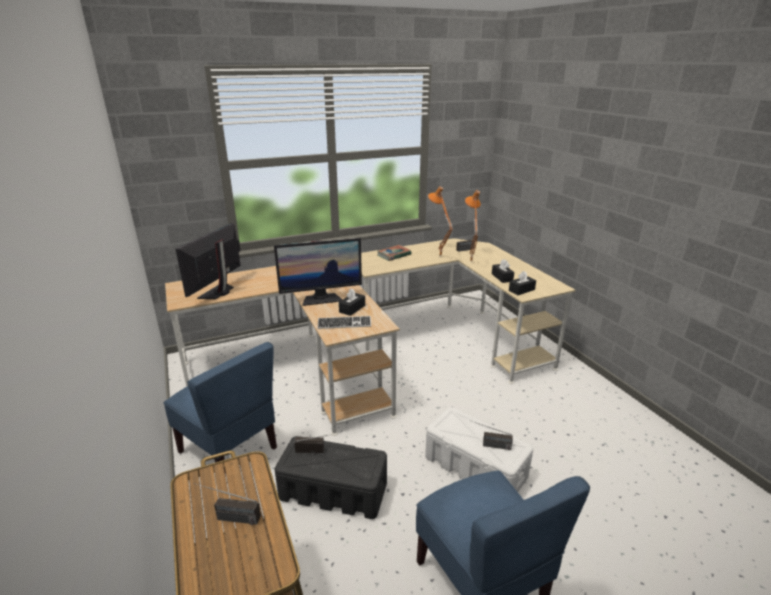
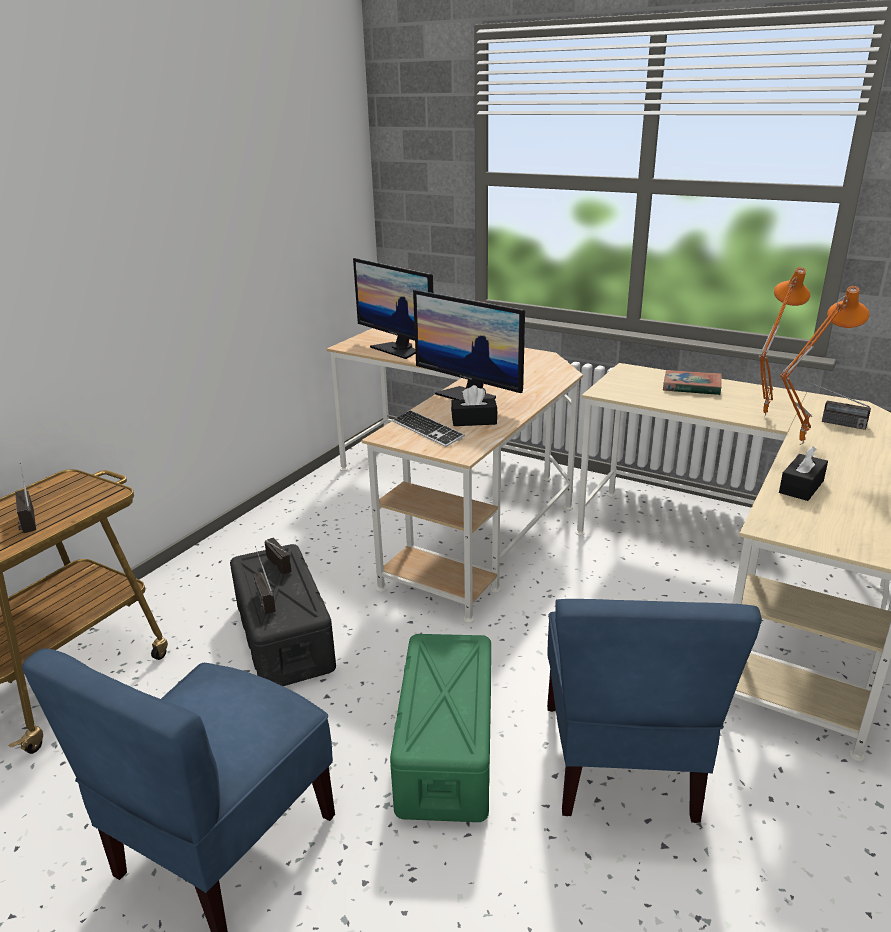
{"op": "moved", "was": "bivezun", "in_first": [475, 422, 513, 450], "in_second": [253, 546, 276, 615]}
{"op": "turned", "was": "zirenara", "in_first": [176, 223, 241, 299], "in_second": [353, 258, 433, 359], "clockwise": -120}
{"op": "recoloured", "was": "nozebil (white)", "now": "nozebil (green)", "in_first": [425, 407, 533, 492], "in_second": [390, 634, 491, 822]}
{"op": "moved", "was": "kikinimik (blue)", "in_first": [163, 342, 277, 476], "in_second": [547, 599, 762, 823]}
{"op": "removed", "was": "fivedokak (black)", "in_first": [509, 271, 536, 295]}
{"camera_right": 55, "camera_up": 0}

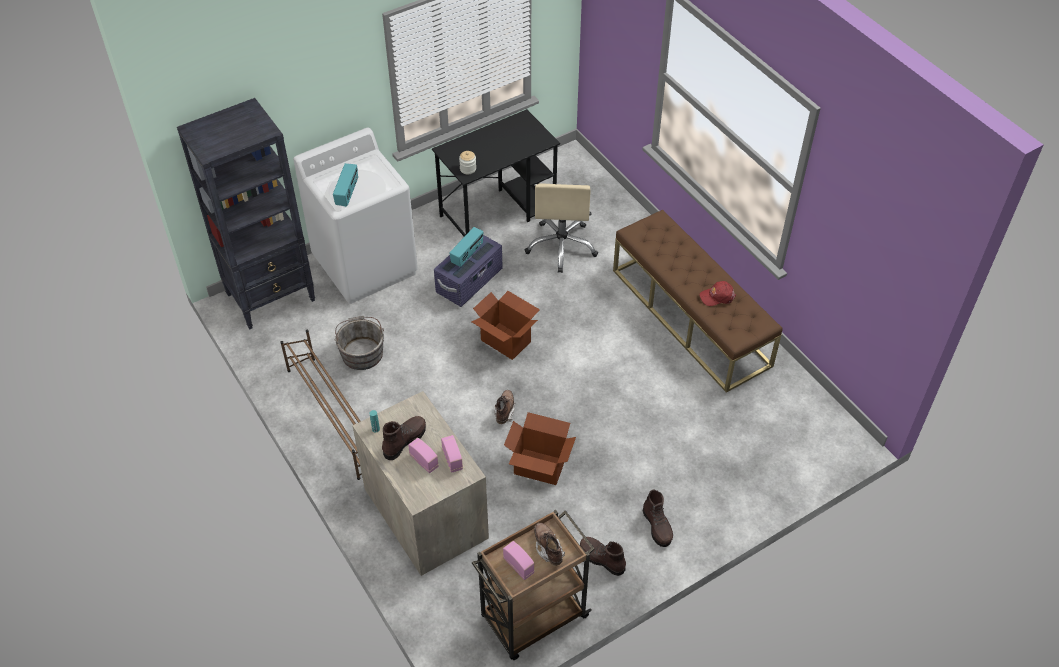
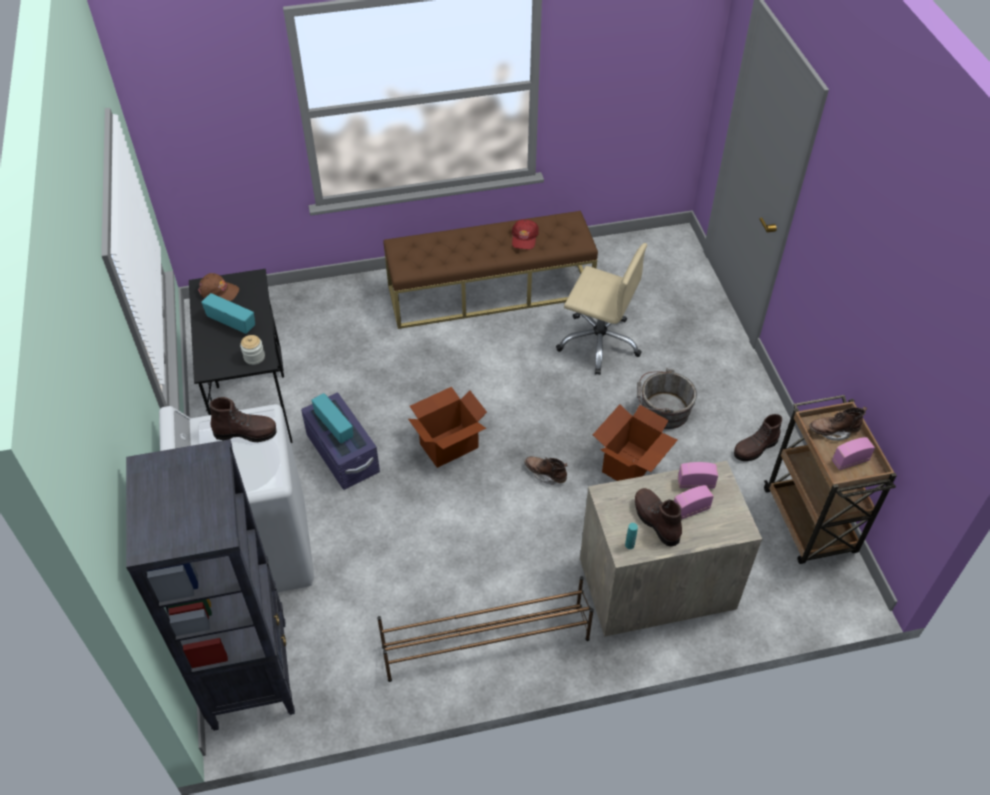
{"op": "added", "now": "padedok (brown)", "in_second": [198, 273, 239, 301]}
{"op": "moved", "was": "bivezun", "in_first": [333, 163, 358, 207], "in_second": [201, 293, 255, 334]}
{"op": "moved", "was": "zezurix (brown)", "in_first": [643, 490, 673, 547], "in_second": [209, 397, 277, 442]}
{"op": "moved", "was": "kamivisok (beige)", "in_first": [525, 183, 598, 273], "in_second": [556, 243, 647, 375]}
{"op": "moved", "was": "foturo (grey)", "in_first": [335, 316, 384, 370], "in_second": [637, 368, 697, 429]}
{"camera_right": -70, "camera_up": 0}

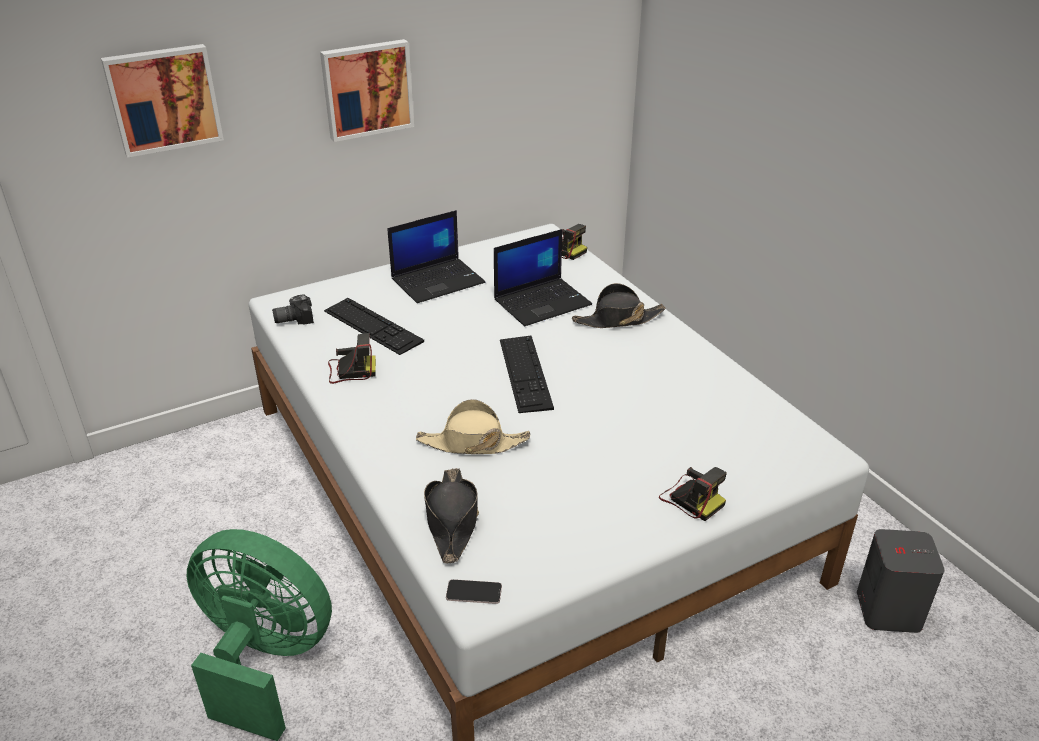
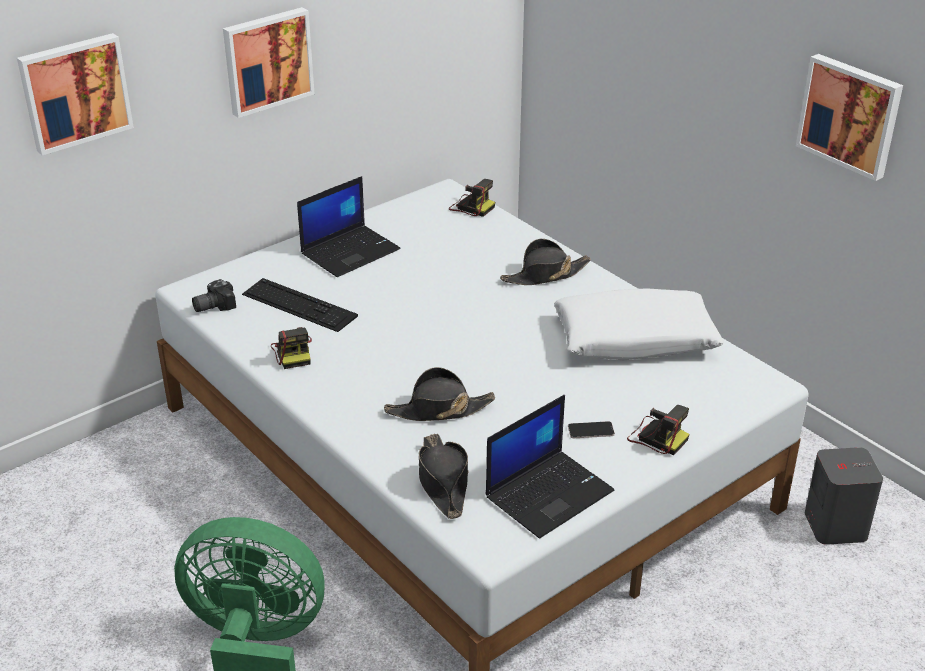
{"op": "turned", "was": "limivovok", "in_first": [328, 333, 376, 384], "in_second": [271, 327, 312, 369], "clockwise": 90}
{"op": "recoloured", "was": "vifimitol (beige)", "now": "vifimitol (black)", "in_first": [416, 399, 530, 454], "in_second": [384, 367, 495, 421]}
{"op": "moved", "was": "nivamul", "in_first": [494, 229, 592, 326], "in_second": [486, 395, 614, 539]}
{"op": "added", "now": "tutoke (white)", "in_second": [554, 288, 724, 360]}
{"op": "moved", "was": "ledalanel", "in_first": [446, 579, 502, 604], "in_second": [568, 421, 615, 438]}
{"op": "added", "now": "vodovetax", "in_second": [796, 54, 903, 181]}
{"op": "removed", "was": "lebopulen", "in_first": [500, 336, 554, 413]}
{"camera_right": -10, "camera_up": 0}

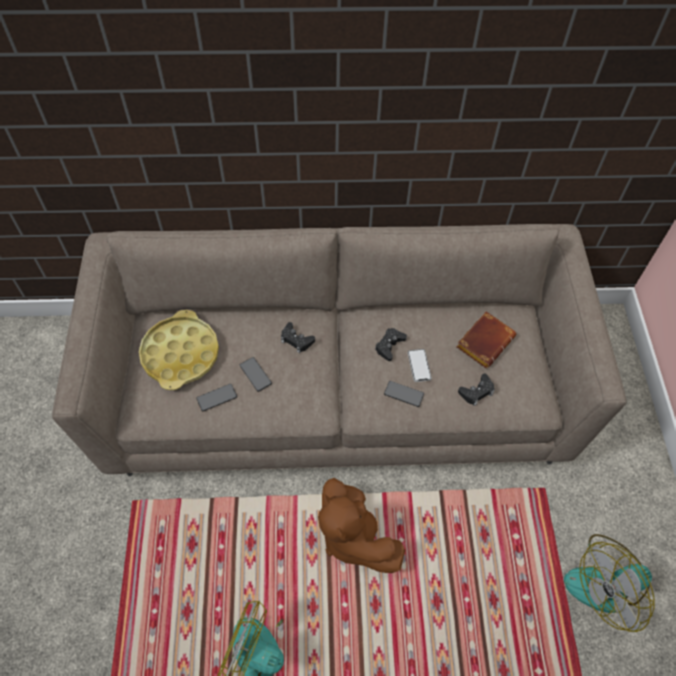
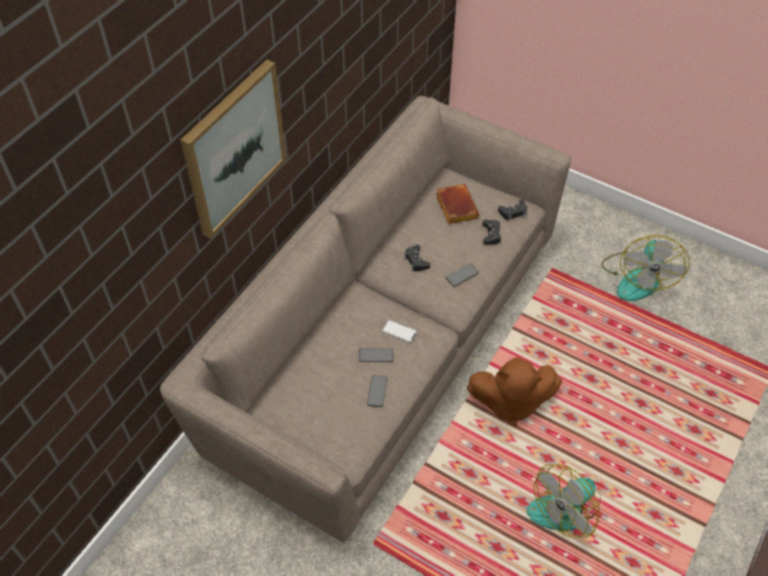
{"op": "added", "now": "vodovetax", "in_second": [180, 59, 286, 239]}
{"op": "moved", "was": "ledalanel", "in_first": [408, 349, 432, 382], "in_second": [382, 320, 417, 343]}
{"op": "moved", "was": "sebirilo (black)", "in_first": [281, 322, 315, 353], "in_second": [498, 200, 527, 222]}
{"op": "removed", "was": "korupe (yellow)", "in_first": [139, 310, 219, 390]}
{"camera_right": -55, "camera_up": -5}

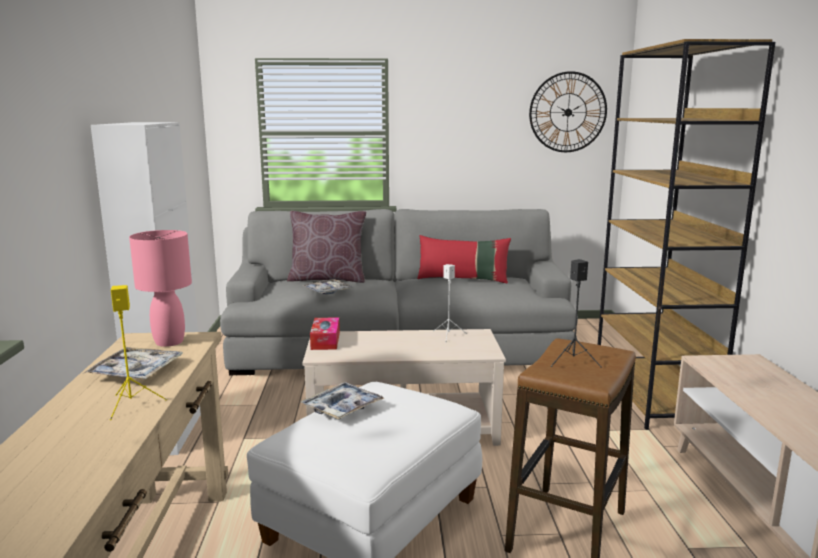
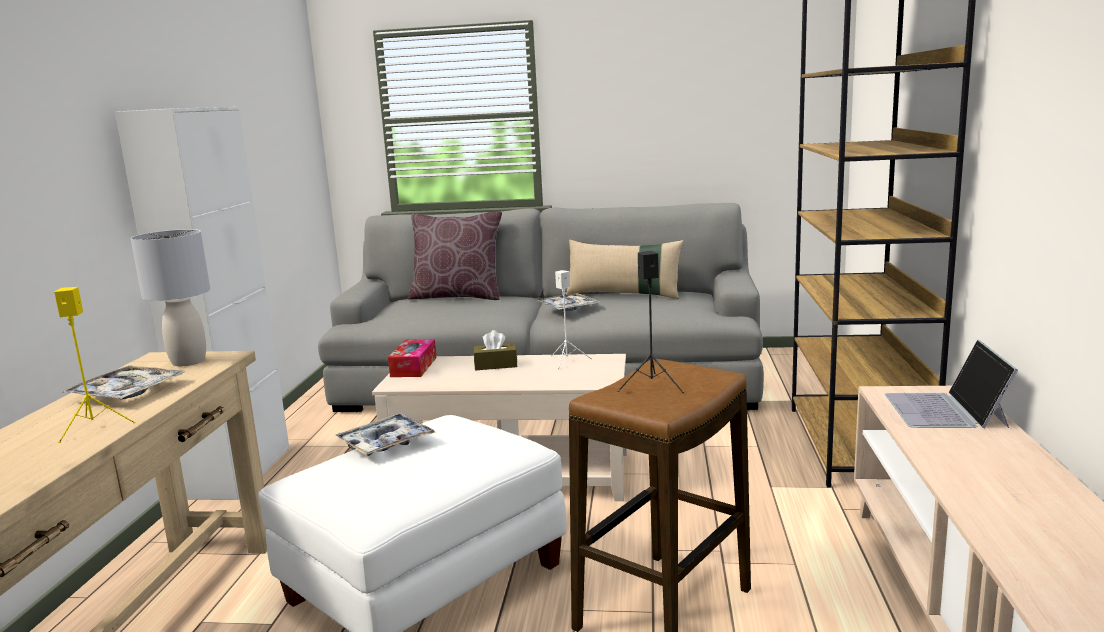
{"op": "recoloured", "was": "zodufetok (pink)", "now": "zodufetok (grey)", "in_first": [129, 230, 192, 347], "in_second": [131, 229, 210, 366]}
{"op": "added", "now": "fivedokak (brown)", "in_second": [474, 330, 517, 370]}
{"op": "moved", "was": "korupe", "in_first": [302, 279, 354, 294], "in_second": [537, 293, 601, 311]}
{"op": "recoloured", "was": "tutoke (red)", "now": "tutoke (beige)", "in_first": [417, 235, 511, 283], "in_second": [566, 240, 684, 299]}
{"op": "added", "now": "nivamul", "in_second": [885, 339, 1018, 429]}
{"op": "removed", "was": "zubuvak", "in_first": [529, 71, 607, 152]}
{"camera_right": 10, "camera_up": 0}

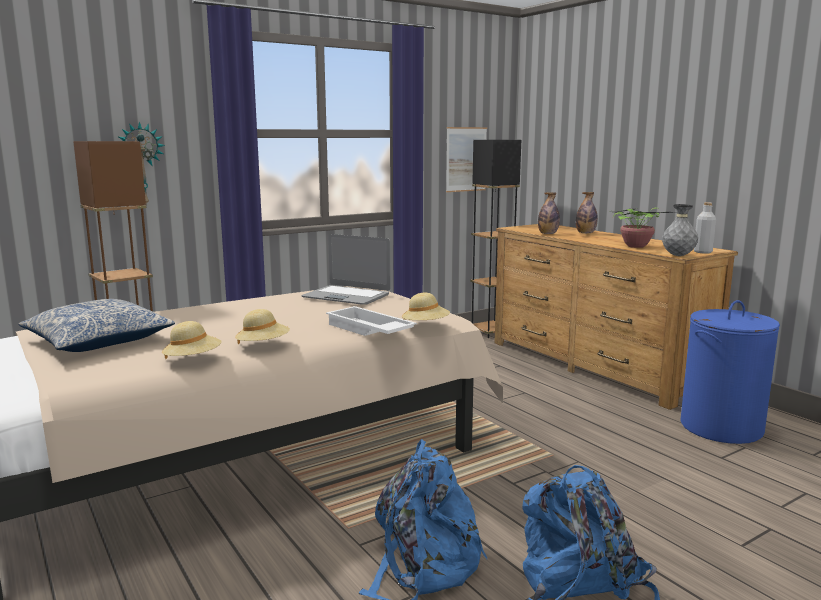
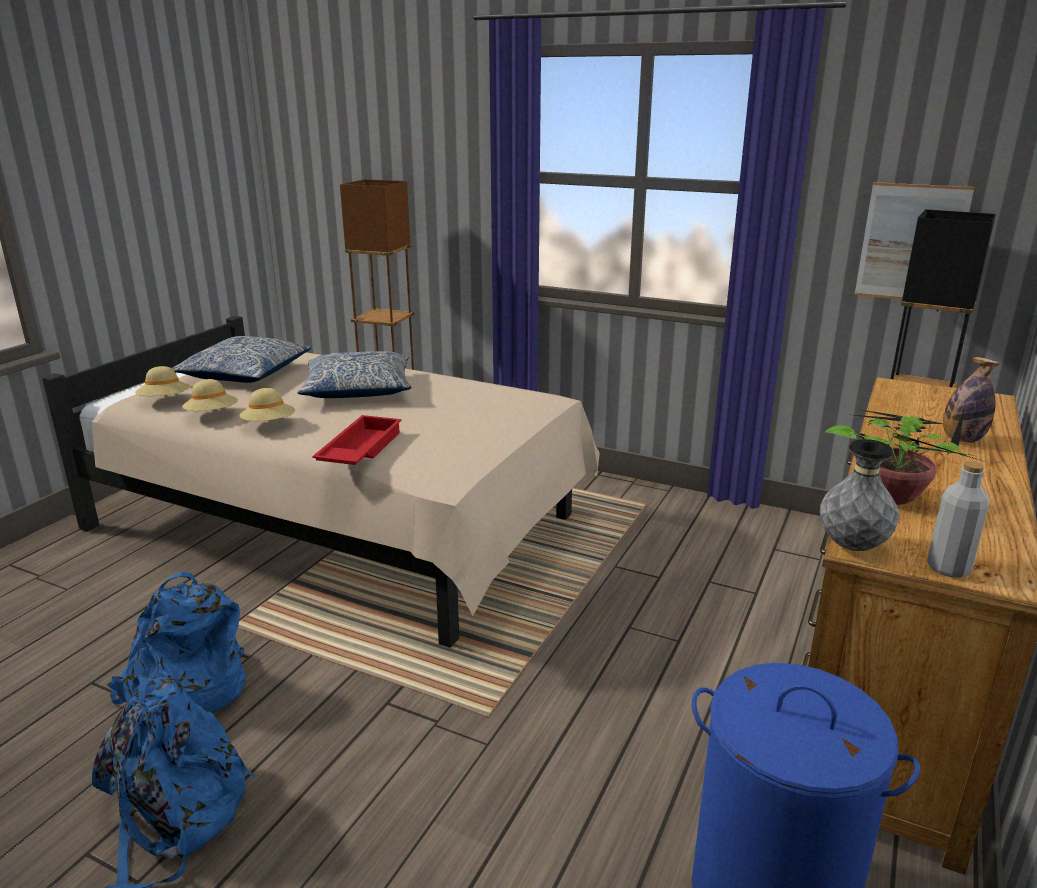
{"op": "moved", "was": "vifimitol (beige)", "in_first": [402, 293, 450, 320], "in_second": [135, 366, 190, 396]}
{"op": "added", "now": "tutoke", "in_second": [297, 351, 412, 398]}
{"op": "recoloured", "was": "korupe (white)", "now": "korupe (red)", "in_first": [326, 306, 417, 336], "in_second": [312, 415, 402, 465]}
{"op": "removed", "was": "zubuvak", "in_first": [117, 122, 165, 206]}
{"op": "removed", "was": "nivamul", "in_first": [301, 234, 391, 305]}
{"op": "removed", "was": "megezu", "in_first": [538, 192, 560, 234]}
{"camera_right": 60, "camera_up": 10}

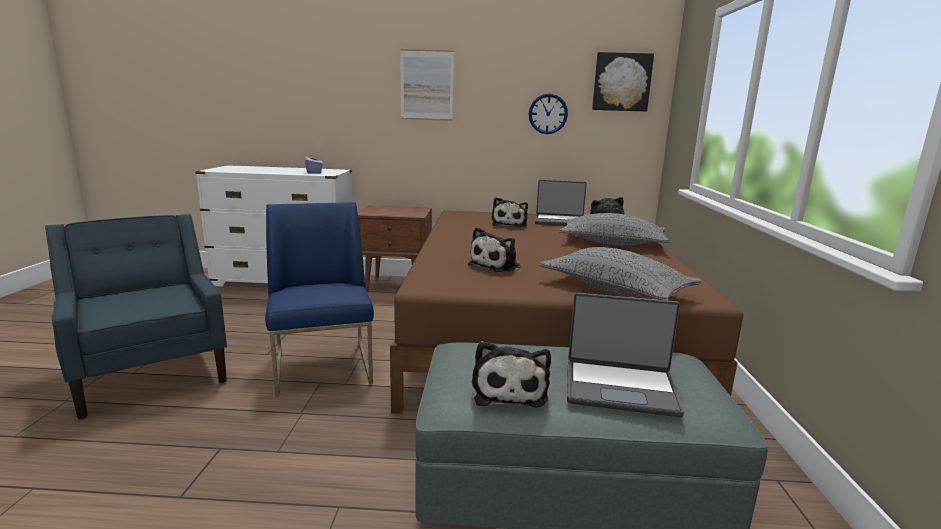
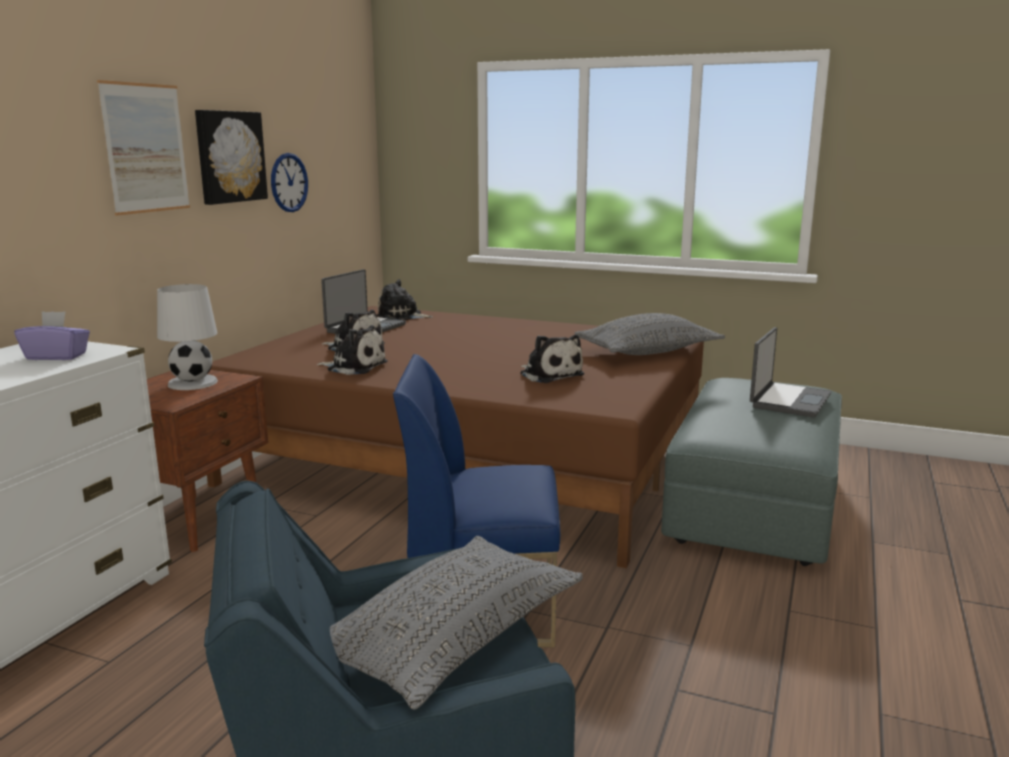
{"op": "added", "now": "zodufetok (white)", "in_second": [157, 284, 218, 390]}
{"op": "moved", "was": "vodovetax", "in_first": [592, 52, 654, 112], "in_second": [195, 110, 268, 205]}
{"op": "moved", "was": "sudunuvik", "in_first": [472, 341, 551, 408], "in_second": [317, 325, 388, 375]}
{"op": "moved", "was": "tutoke (grey)", "in_first": [559, 213, 669, 245], "in_second": [330, 536, 583, 710]}
{"camera_right": -70, "camera_up": 0}

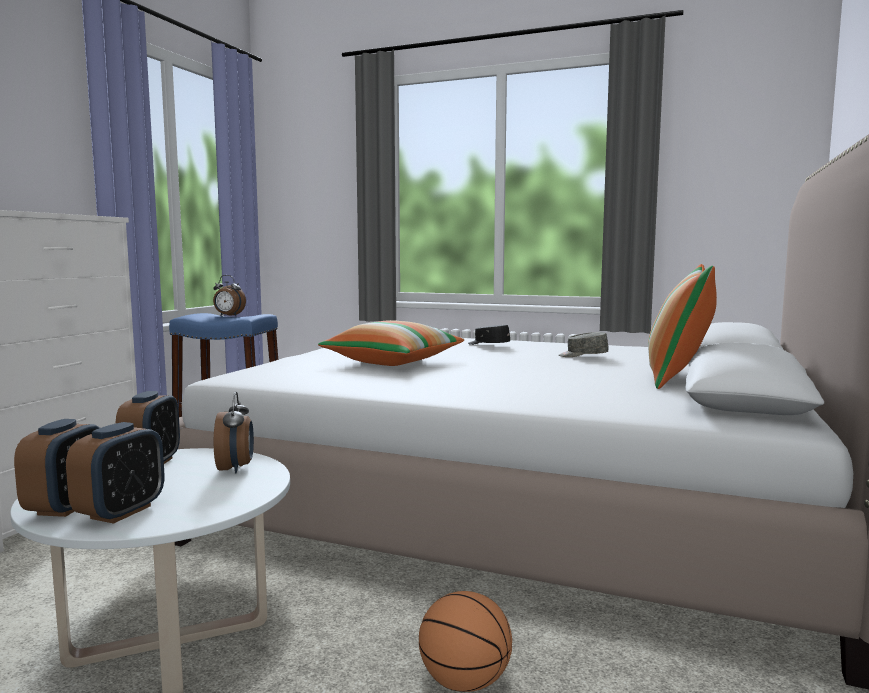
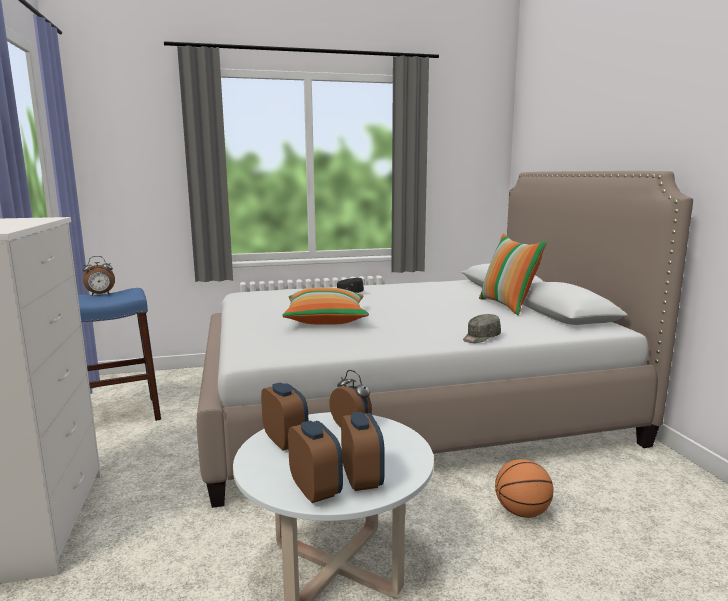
{"op": "moved", "was": "padedok (grey)", "in_first": [559, 332, 609, 357], "in_second": [463, 314, 501, 343]}
{"camera_right": -35, "camera_up": 5}

